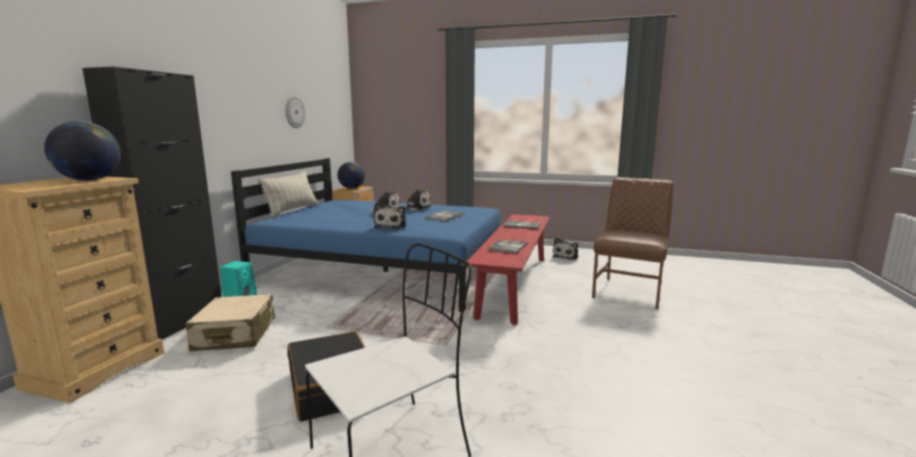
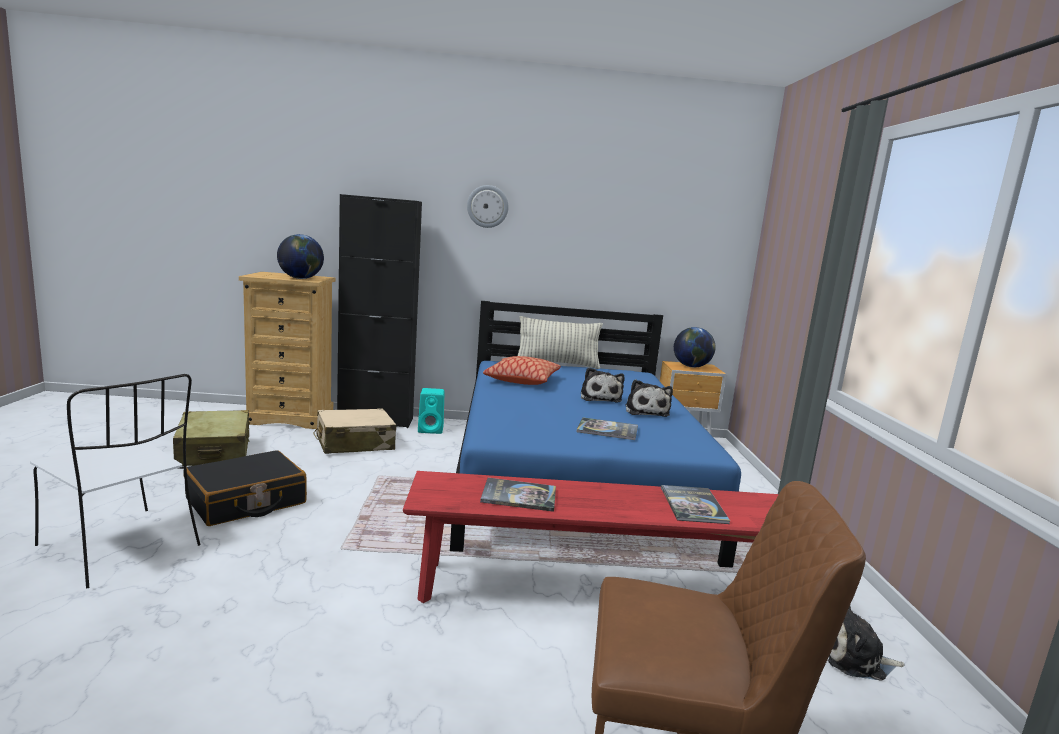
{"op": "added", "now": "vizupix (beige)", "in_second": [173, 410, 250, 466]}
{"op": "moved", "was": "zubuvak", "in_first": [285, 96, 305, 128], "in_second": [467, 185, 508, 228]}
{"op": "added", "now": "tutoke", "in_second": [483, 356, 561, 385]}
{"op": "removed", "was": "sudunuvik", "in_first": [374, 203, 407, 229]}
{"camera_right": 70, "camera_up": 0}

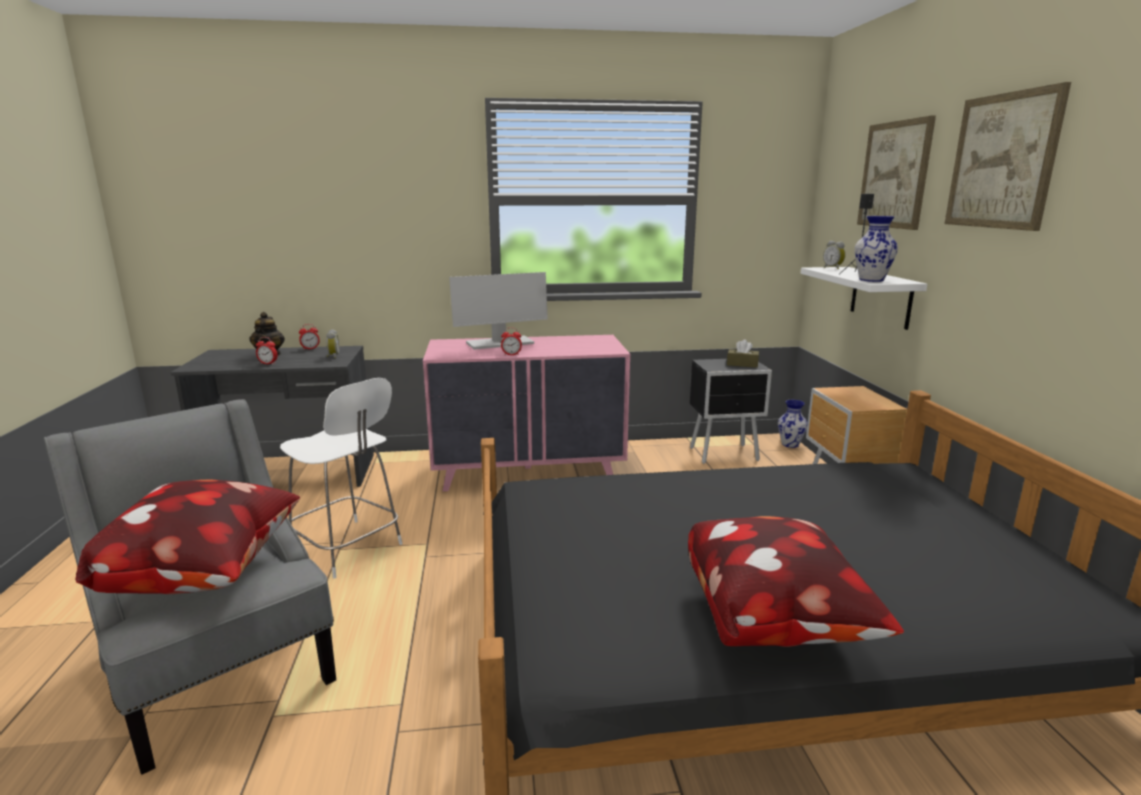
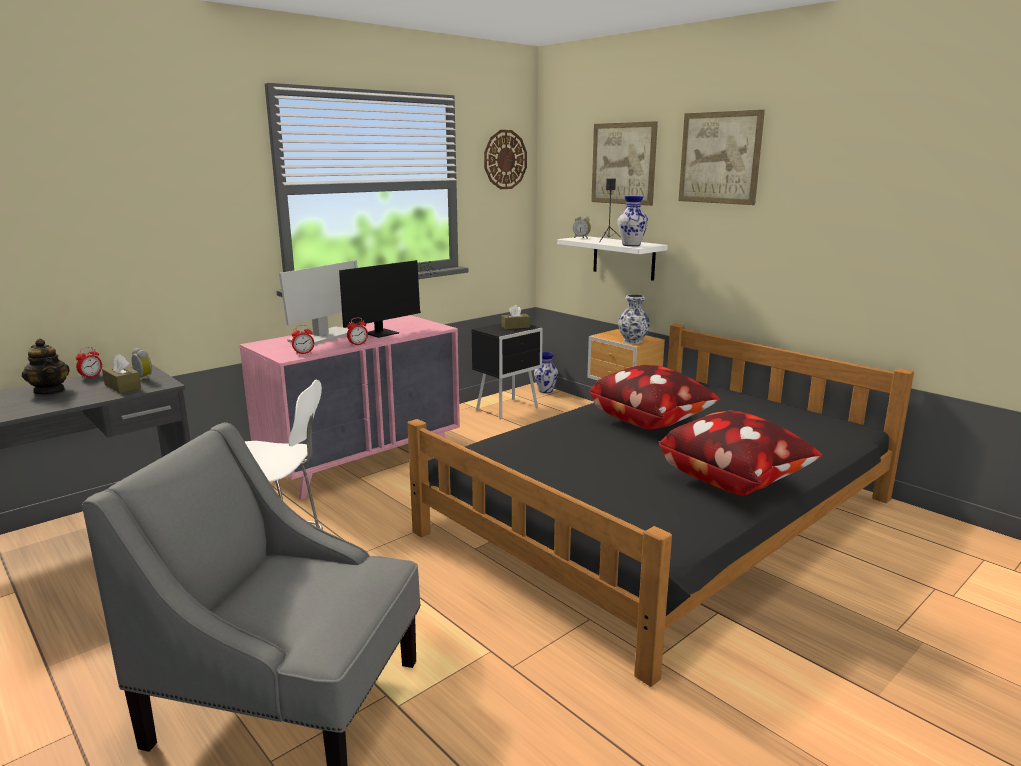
{"op": "added", "now": "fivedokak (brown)", "in_second": [102, 354, 141, 393]}
{"op": "moved", "was": "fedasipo", "in_first": [256, 337, 278, 364], "in_second": [291, 325, 314, 354]}
{"op": "added", "now": "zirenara", "in_second": [339, 260, 440, 338]}
{"op": "added", "now": "zubuvak", "in_second": [484, 130, 527, 189]}
{"op": "moved", "was": "tutoke", "in_first": [75, 480, 300, 594], "in_second": [589, 365, 720, 430]}
{"op": "added", "now": "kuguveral", "in_second": [618, 294, 650, 344]}
{"camera_right": -35, "camera_up": 0}

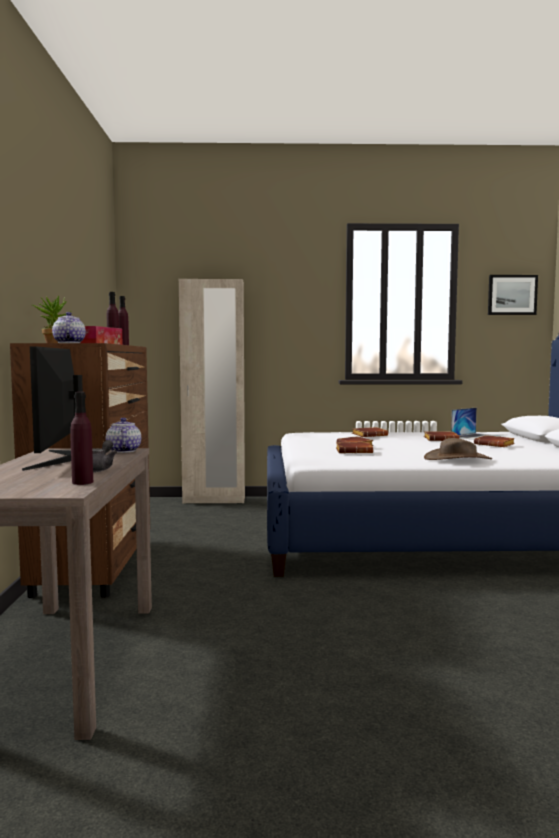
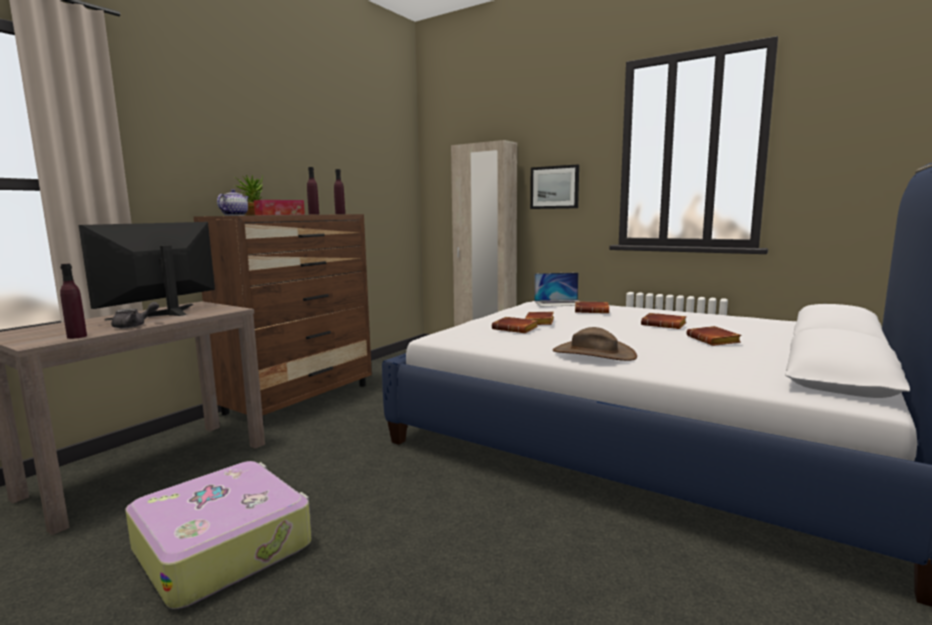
{"op": "added", "now": "vizupix", "in_second": [125, 461, 311, 609]}
{"op": "moved", "was": "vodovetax", "in_first": [488, 275, 538, 315], "in_second": [530, 164, 579, 209]}
{"op": "moved", "was": "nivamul", "in_first": [451, 408, 501, 440], "in_second": [534, 272, 581, 307]}
{"op": "removed", "was": "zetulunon", "in_first": [106, 417, 141, 453]}
{"camera_right": 35, "camera_up": 5}

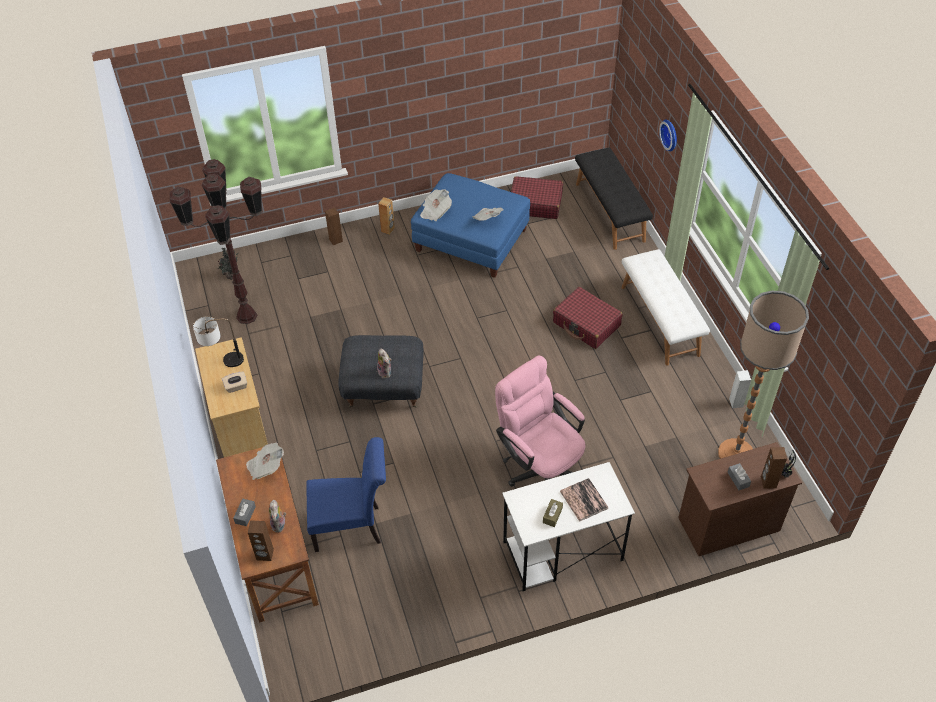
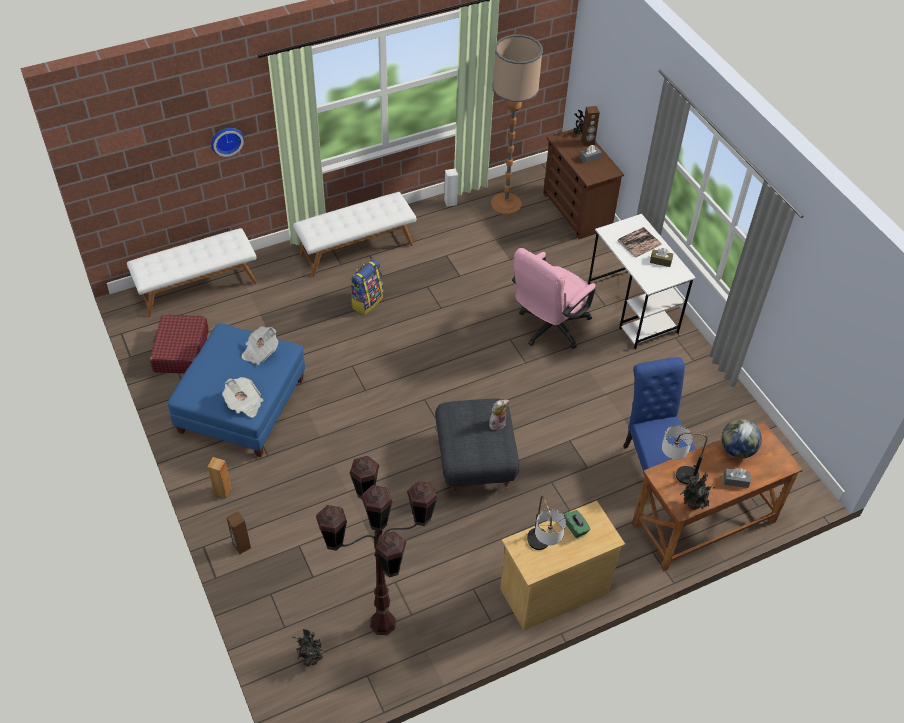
{"op": "recoloured", "was": "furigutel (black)", "now": "furigutel (white)", "in_first": [575, 148, 653, 250], "in_second": [127, 228, 257, 317]}
{"op": "replaced", "was": "vizupix (red)", "now": "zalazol", "in_first": [553, 287, 622, 349], "in_second": [350, 259, 384, 315]}
{"op": "recoloured", "was": "fivedokak (beige)", "now": "fivedokak (green)", "in_first": [222, 372, 247, 393], "in_second": [564, 510, 591, 538]}
{"op": "replaced", "was": "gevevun", "now": "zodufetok", "in_first": [246, 442, 284, 480], "in_second": [662, 425, 707, 484]}
{"op": "added", "now": "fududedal", "in_second": [680, 472, 715, 510]}
{"op": "replaced", "was": "sudunuvik", "now": "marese", "in_first": [269, 500, 286, 533], "in_second": [721, 419, 762, 458]}
{"op": "removed", "was": "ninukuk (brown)", "in_first": [248, 520, 274, 561]}
{"camera_right": -100, "camera_up": 0}

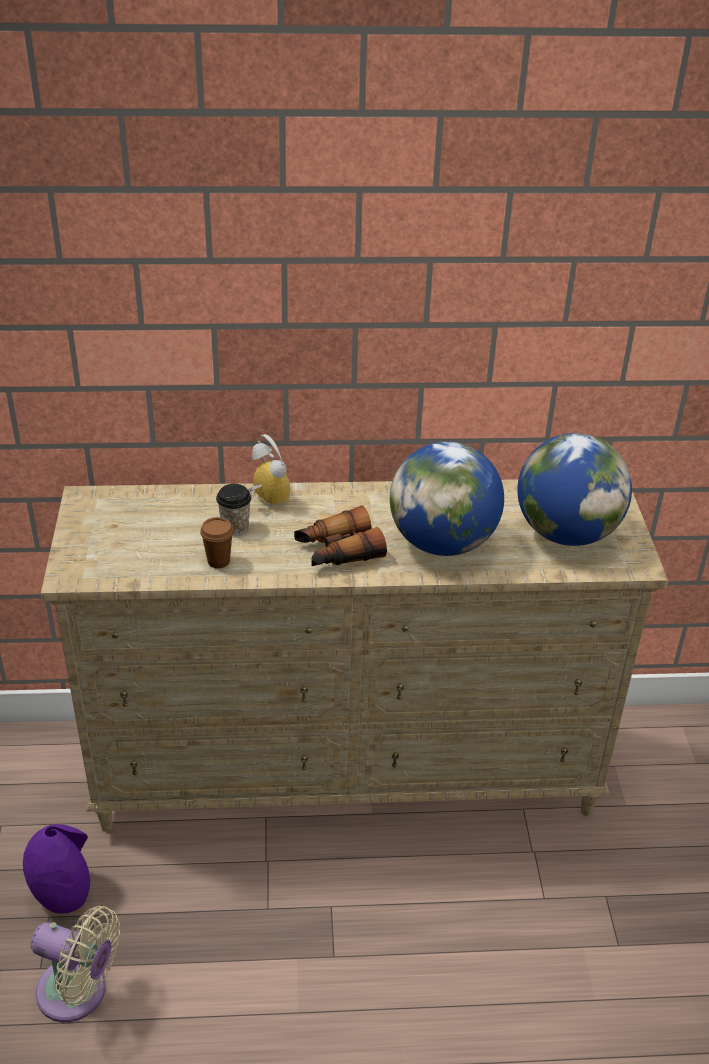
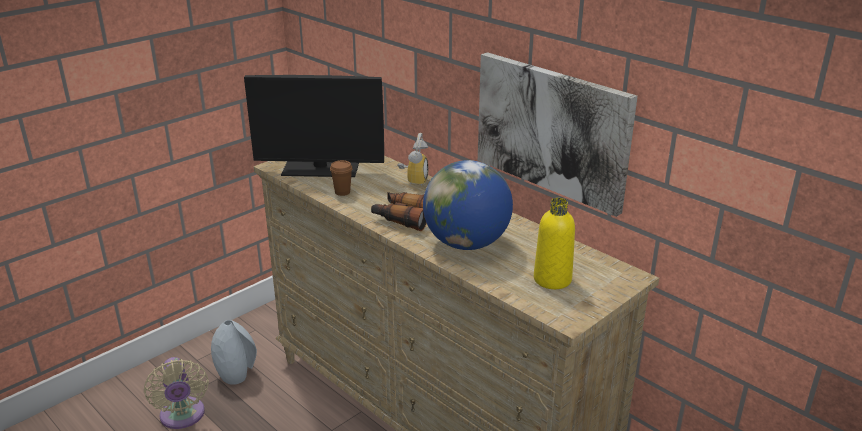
{"op": "recoloured", "was": "kuguveral (purple)", "now": "kuguveral (grey)", "in_first": [23, 824, 90, 914], "in_second": [211, 320, 257, 385]}
{"op": "added", "now": "zirenara", "in_second": [244, 75, 384, 177]}
{"op": "added", "now": "vodovetax", "in_second": [478, 52, 638, 217]}
{"op": "replaced", "was": "marese", "now": "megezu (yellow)", "in_first": [517, 433, 632, 546], "in_second": [534, 198, 575, 289]}
{"op": "removed", "was": "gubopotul", "in_first": [216, 484, 251, 535]}
{"camera_right": 50, "camera_up": -10}

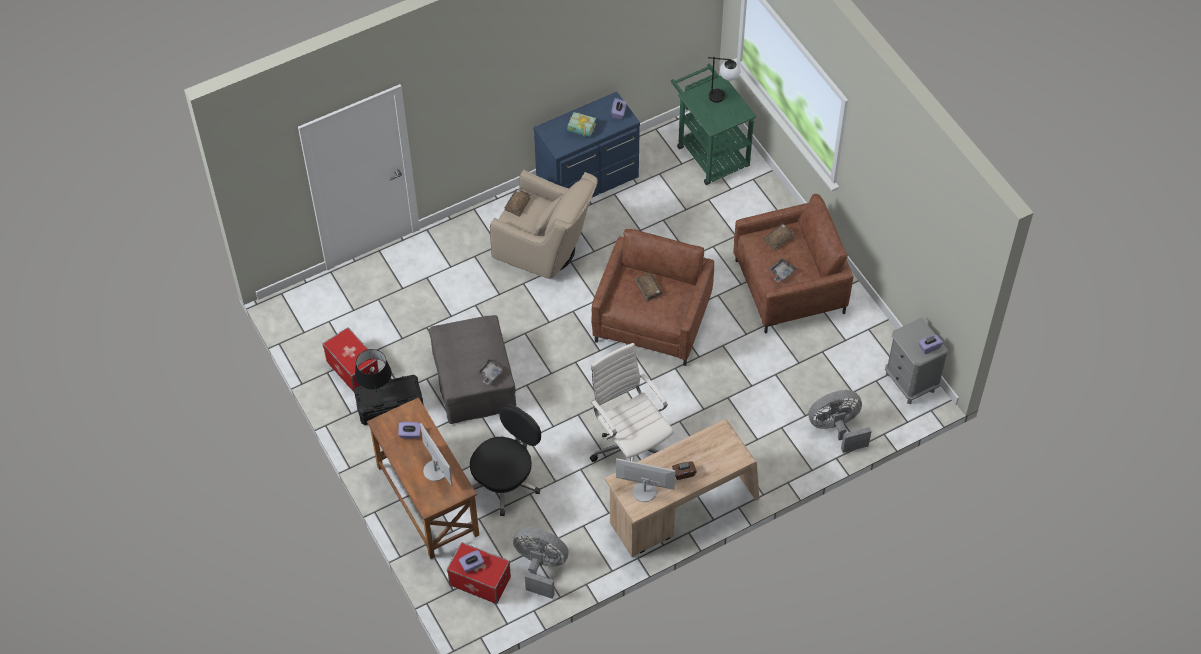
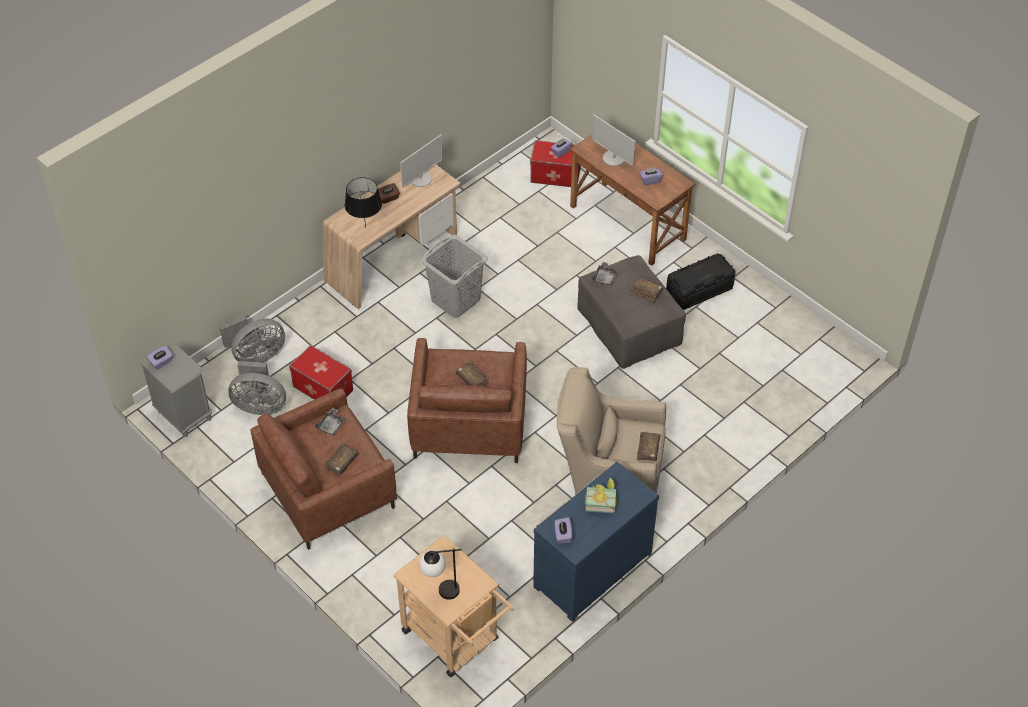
{"op": "moved", "was": "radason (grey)", "in_first": [513, 527, 569, 599], "in_second": [228, 361, 286, 415]}
{"op": "moved", "was": "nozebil", "in_first": [322, 327, 379, 392], "in_second": [289, 345, 353, 400]}
{"op": "moved", "was": "zodufetok (black)", "in_first": [355, 349, 392, 392], "in_second": [345, 177, 382, 228]}
{"op": "recoloured", "was": "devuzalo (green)", "now": "devuzalo (beige)", "in_first": [671, 64, 757, 185], "in_second": [393, 535, 514, 677]}
{"op": "turned", "was": "zirenara", "in_first": [616, 458, 675, 502], "in_second": [400, 135, 443, 187], "clockwise": -45}
{"op": "replaced", "was": "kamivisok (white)", "now": "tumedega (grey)", "in_first": [590, 343, 674, 462], "in_second": [420, 235, 488, 318]}
{"op": "added", "now": "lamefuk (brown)", "in_second": [630, 276, 663, 302]}
{"op": "removed", "was": "kamivisok (black)", "in_first": [470, 404, 541, 516]}
{"camera_right": 165, "camera_up": -5}

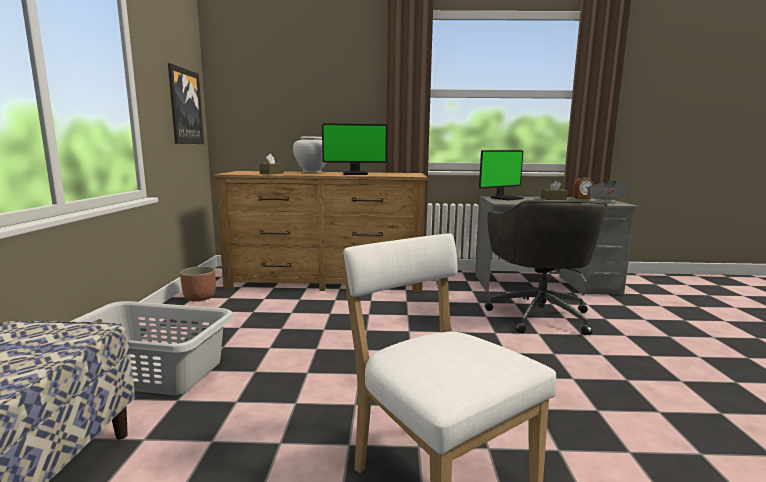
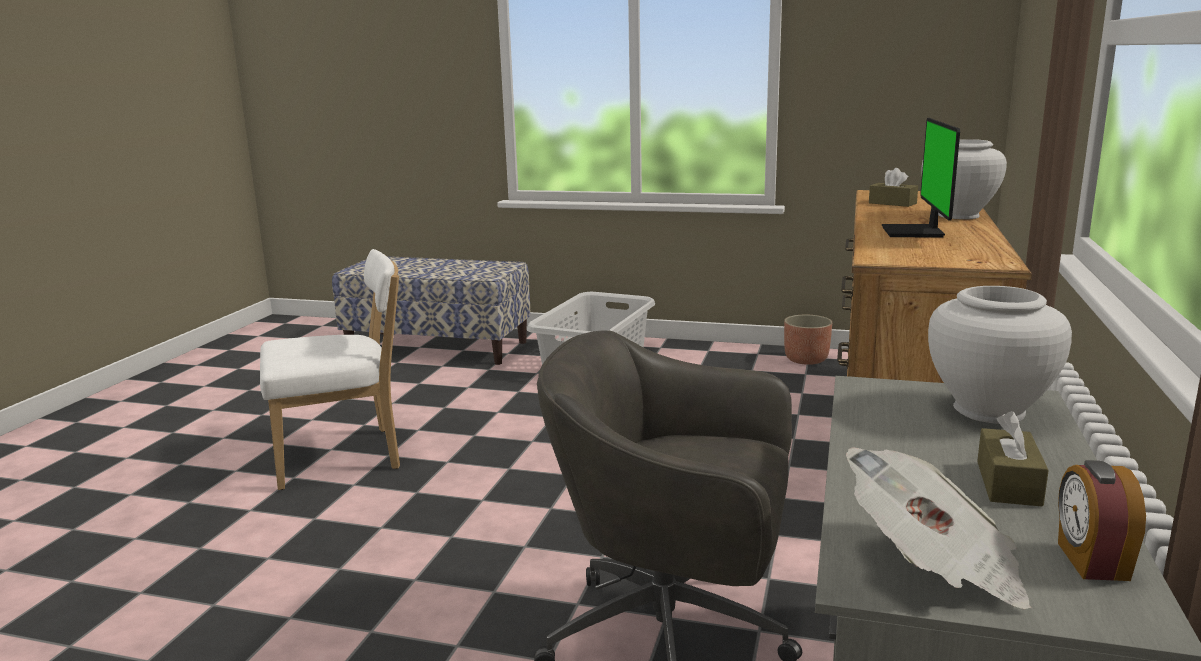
{"op": "replaced", "was": "zirenara", "now": "kuguveral (white)", "in_first": [479, 150, 523, 201], "in_second": [928, 286, 1072, 424]}
{"op": "removed", "was": "vodovetax", "in_first": [168, 63, 204, 144]}
{"camera_right": 105, "camera_up": 5}

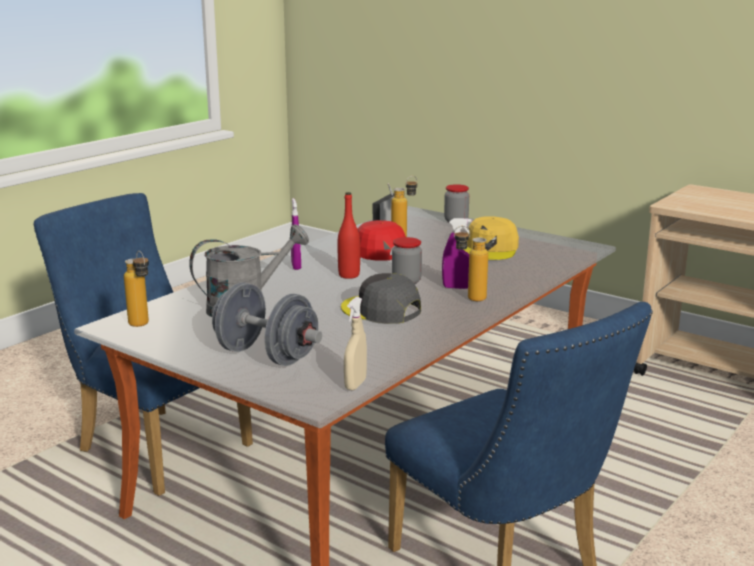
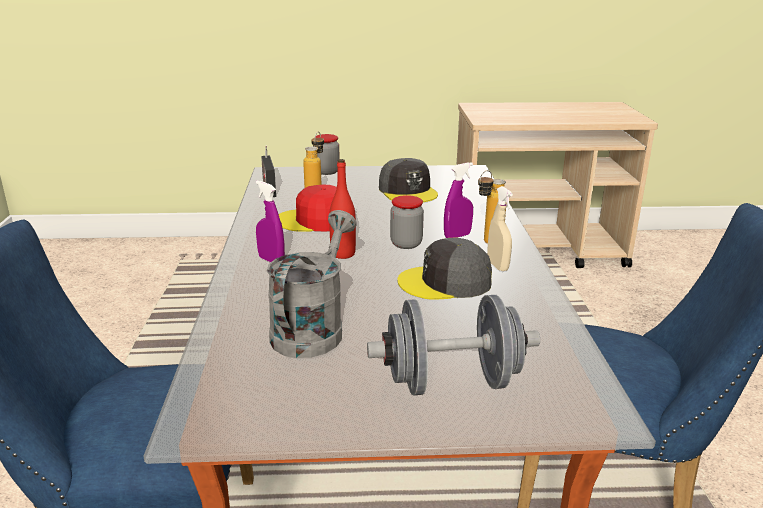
{"op": "recoloured", "was": "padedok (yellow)", "now": "padedok (grey)", "in_first": [464, 216, 519, 260], "in_second": [379, 158, 438, 202]}
{"op": "moved", "was": "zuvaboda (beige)", "in_first": [344, 297, 367, 390], "in_second": [487, 186, 513, 271]}
{"op": "removed", "was": "megezu", "in_first": [124, 251, 149, 327]}
{"camera_right": -40, "camera_up": 5}

